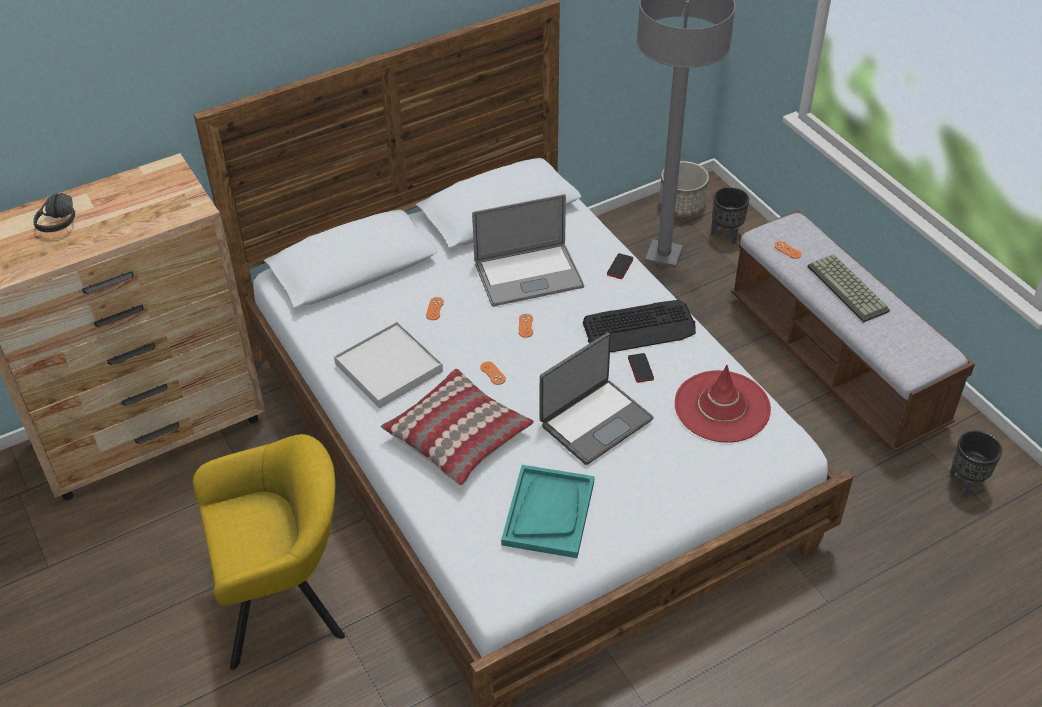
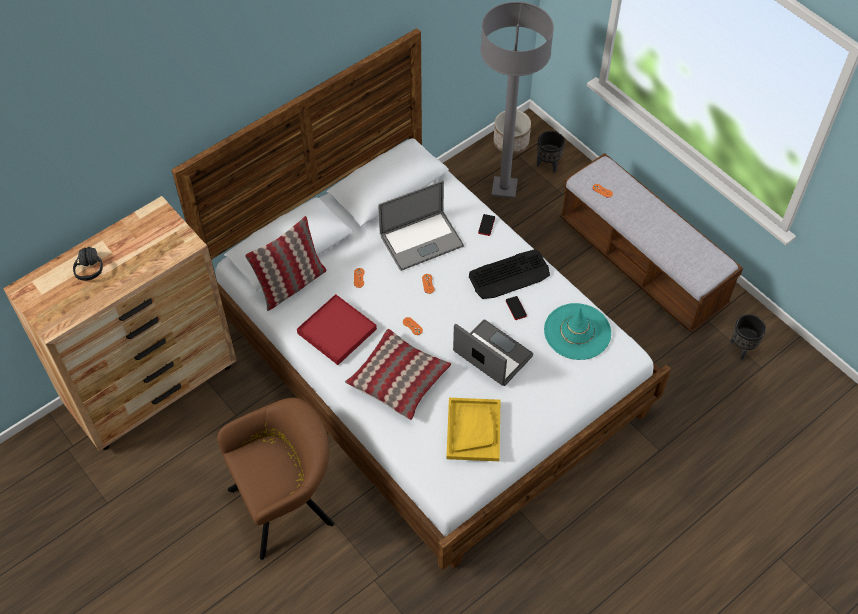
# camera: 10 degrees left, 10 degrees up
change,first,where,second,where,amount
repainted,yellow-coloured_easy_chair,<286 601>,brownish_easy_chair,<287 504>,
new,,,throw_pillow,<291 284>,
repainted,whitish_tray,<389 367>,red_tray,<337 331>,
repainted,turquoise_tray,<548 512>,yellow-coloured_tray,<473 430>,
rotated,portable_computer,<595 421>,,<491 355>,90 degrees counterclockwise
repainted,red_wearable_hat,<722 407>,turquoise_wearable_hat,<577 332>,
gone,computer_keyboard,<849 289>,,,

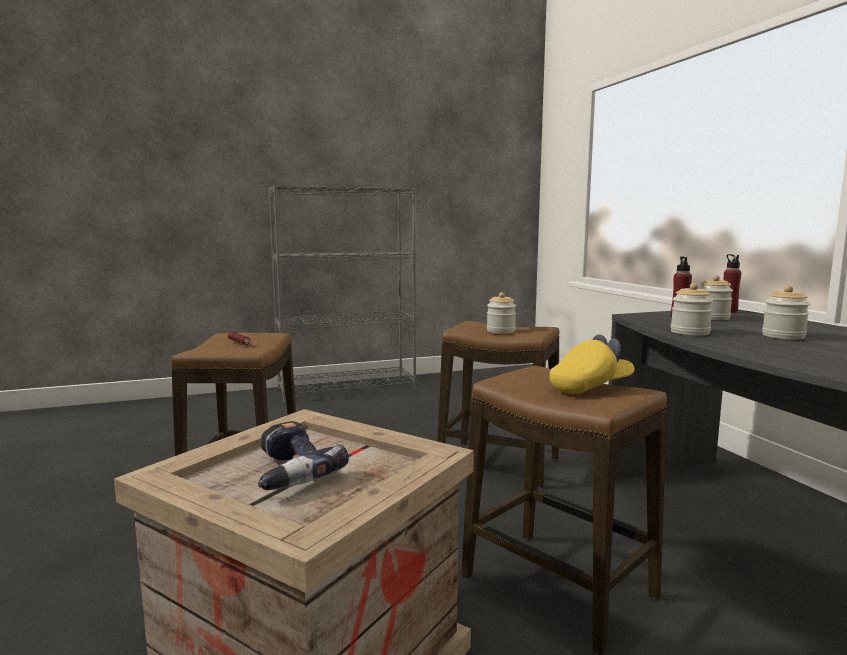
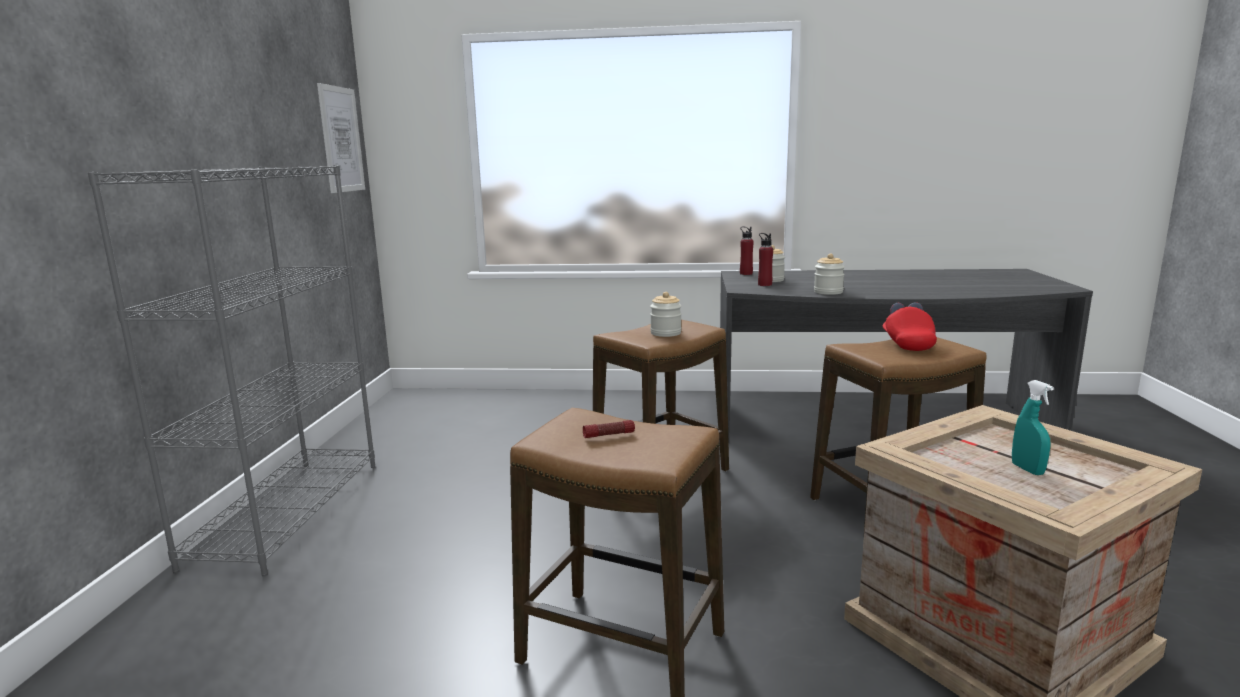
# camera: 65 degrees left, 5 degrees up
change,first,where,second,where,amount
new,,,picture,<341 139>,
repainted,yellow-coloured_peaked_cap,<590 387>,red_peaked_cap,<907 343>,
swapped,electric_drill,<288 473>,turquoise_sprayer,<1027 469>,
gone,storage_jar,<783 336>,,,

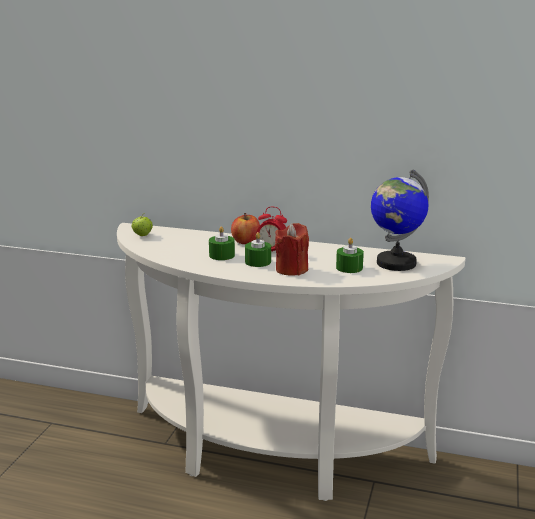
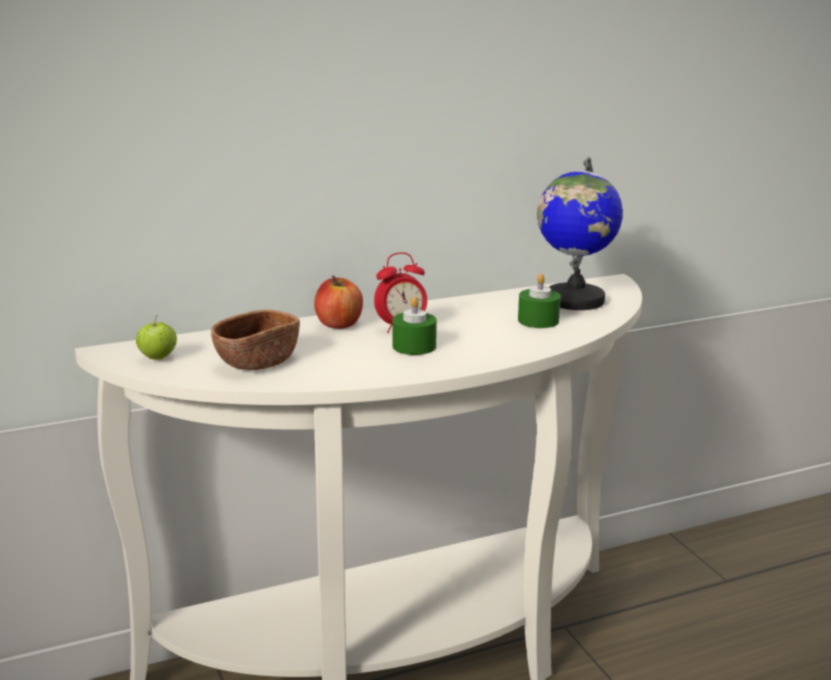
# camera: 40 degrees left, 0 degrees up
change,first,where,second,where,amount
new,,,brownish_deep_dish,<257 361>,
gone,greenish_wax_light,<222 255>,,,
gone,red_wax_light,<292 269>,,,

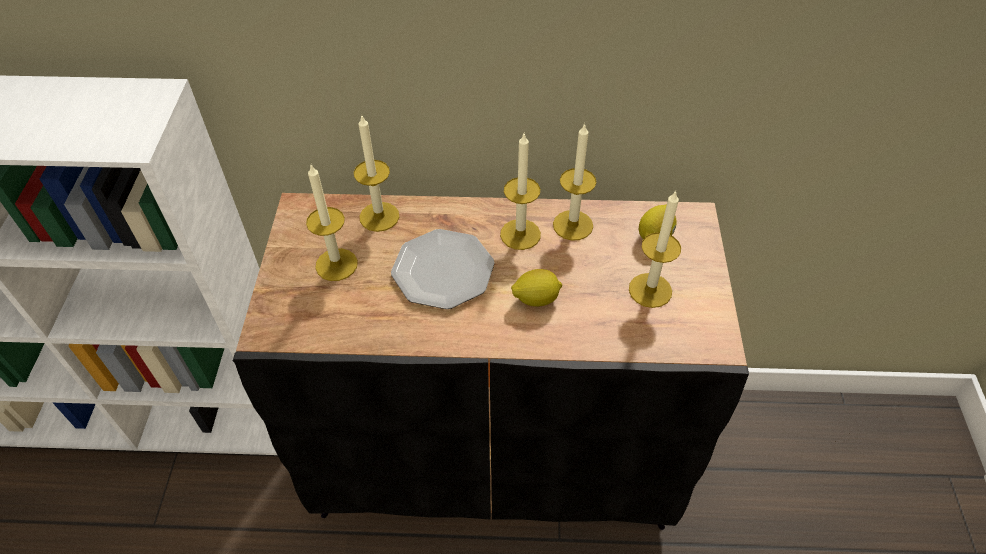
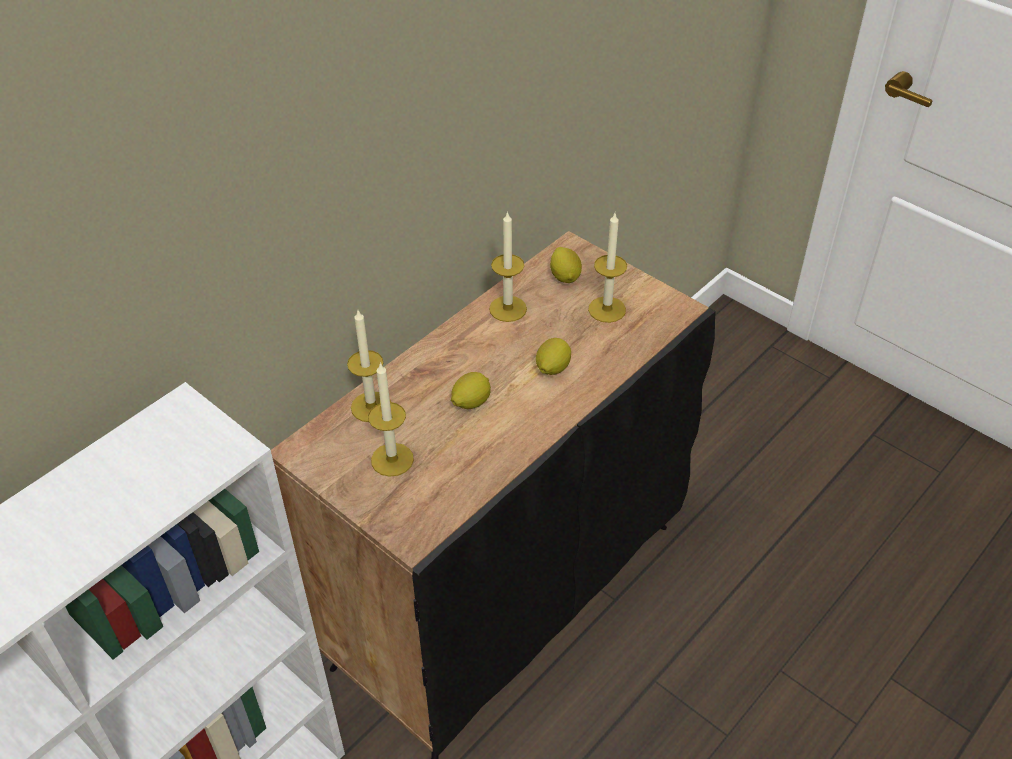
# camera: 50 degrees left, 5 degrees down
change,first,where,second,where,amount
swapped,flat_dish,<442 271>,whole_lemon,<470 403>,
gone,wax_light,<520 234>,,,

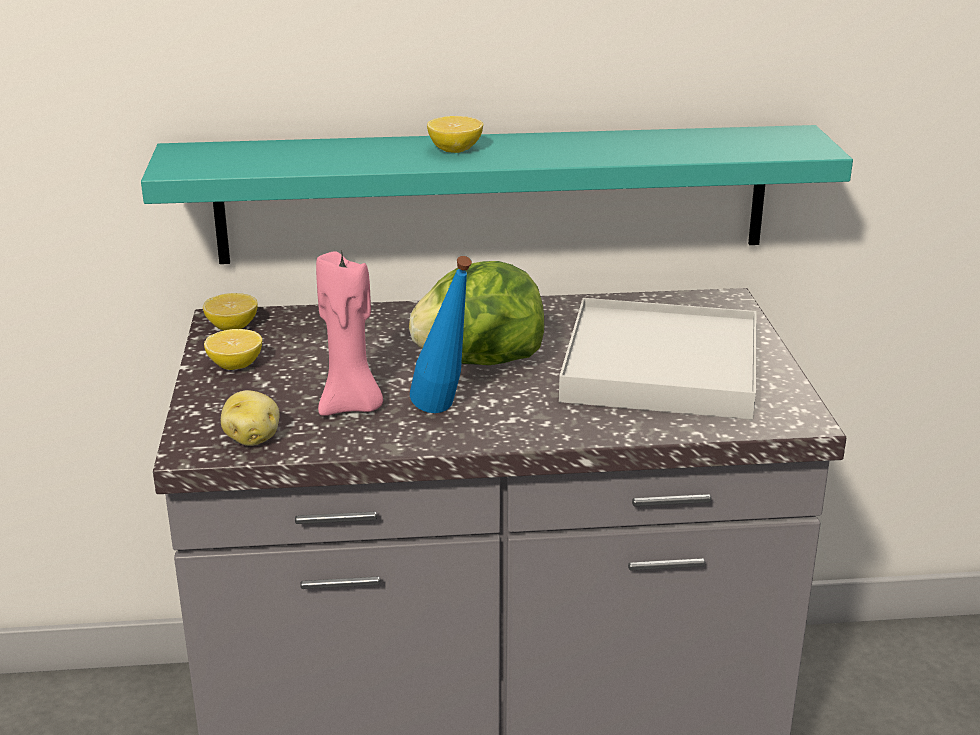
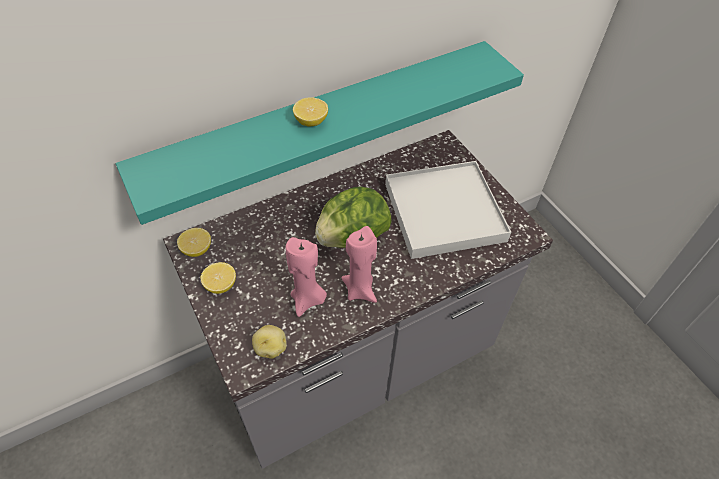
# camera: 25 degrees left, 25 degrees up
change,first,where,second,where,amount
swapped,bluish_drink_bottle,<444 414>,pinkish_wax_light,<360 289>,

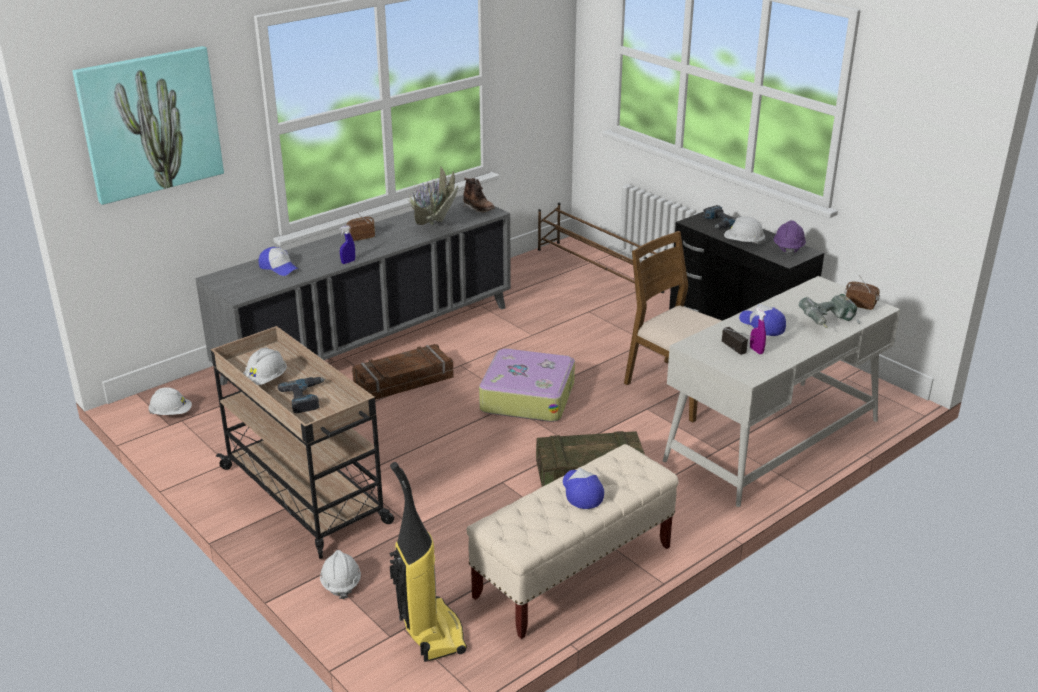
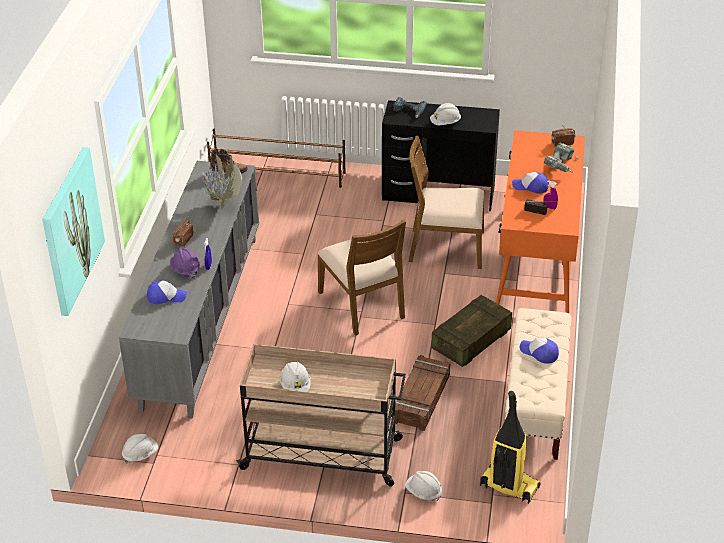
# camera: 40 degrees left, 10 degrees up
change,first,where,second,where,amount
shifted,purple_hard_hat,<788 248>,,<185 269>,
swapped,travel_case,<527 396>,brownish_plain_chair,<363 304>,
shifted,packing_crate,<404 381>,,<422 399>,
repainted,whitish_desk_unit,<772 440>,orange_desk_unit,<537 257>,
gone,electric_drill,<306 398>,,,

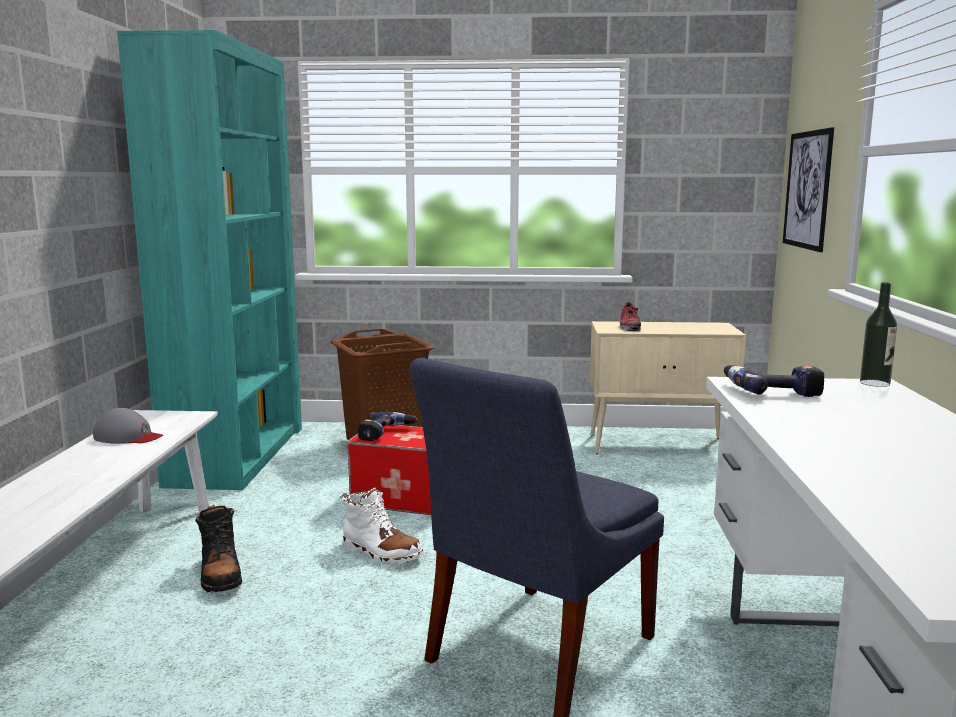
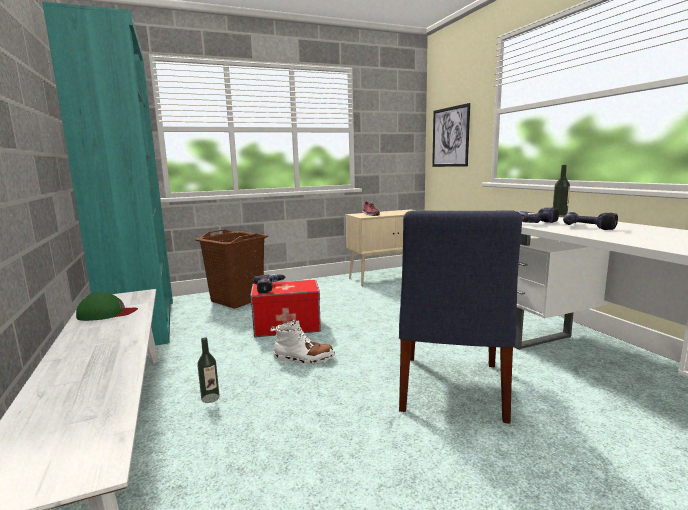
# camera: 25 degrees left, 0 degrees up
change,first,where,second,where,amount
repainted,gray_peaked_cap,<128 437>,greenish_peaked_cap,<106 313>,
swapped,black-coloured_tall_boot,<220 575>,drink_bottle,<210 398>,
new,,,electric_drill,<589 226>,

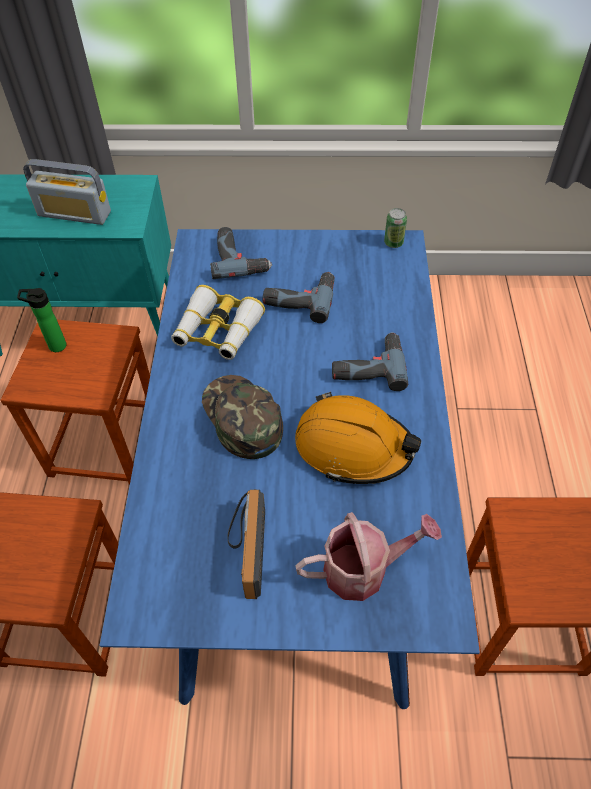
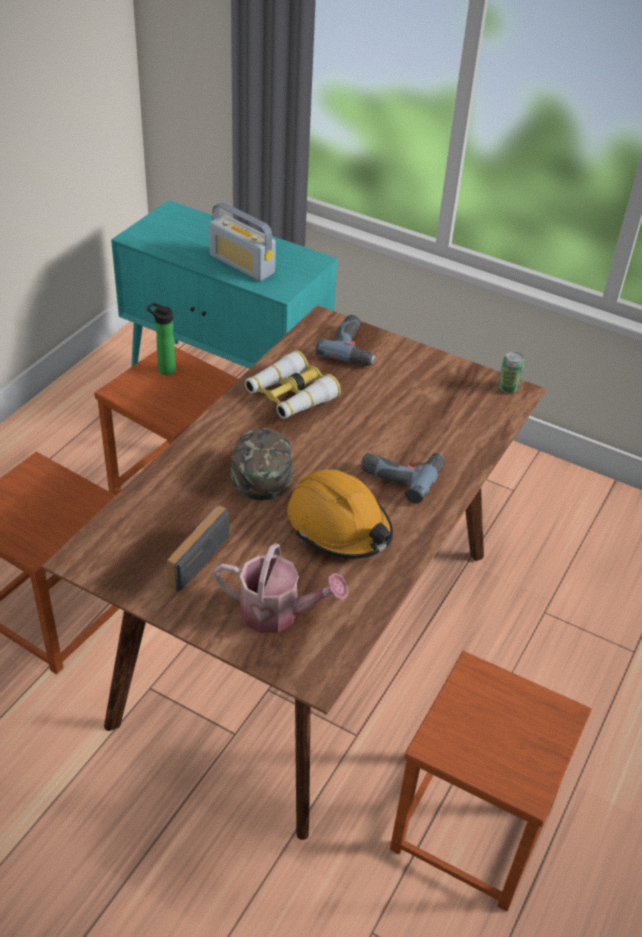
# camera: 25 degrees right, 10 degrees down
change,first,where,second,where,amount
repainted,bluish_dining_table,<300 520>,brownish_dining_table,<311 636>,
gone,electric_drill,<299 298>,,,

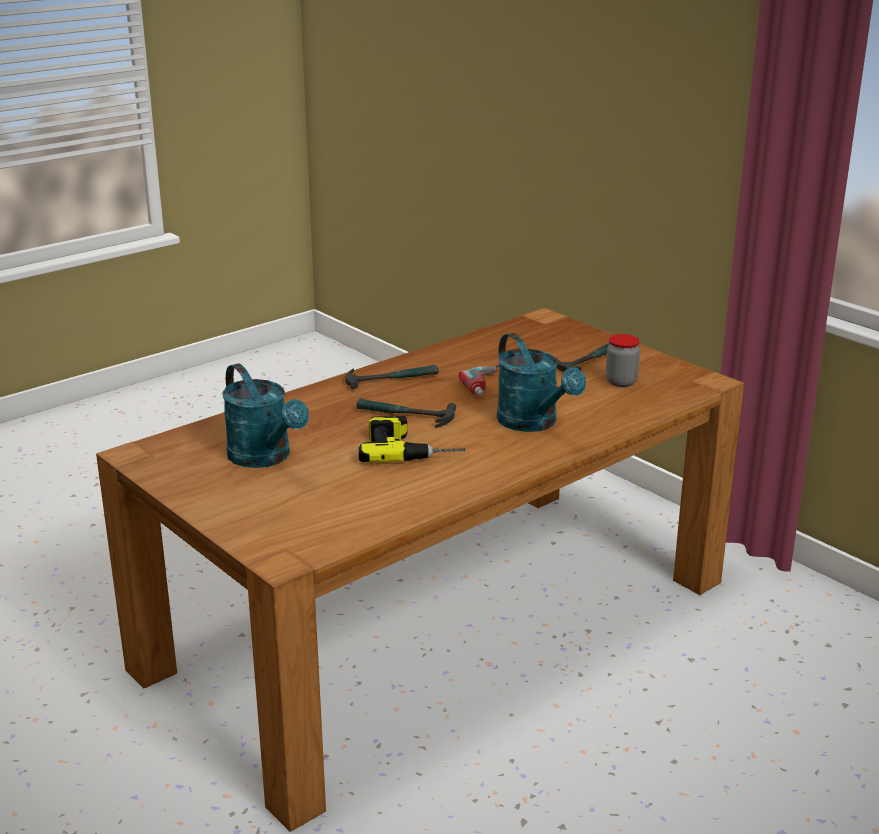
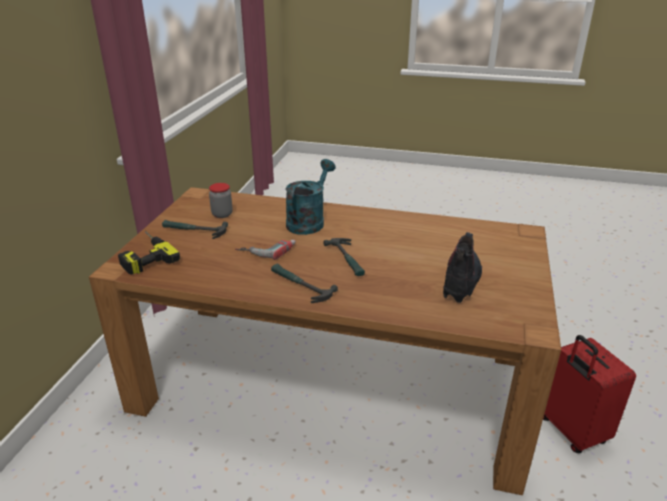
# camera: 125 degrees left, 5 degrees up
change,first,where,second,where,amount
shifted,electric_drill,<411 448>,,<144 256>,
swapped,turquoise_watering_pot,<265 458>,tall_boot,<461 280>,
new,,,red_travel_case,<571 431>,

